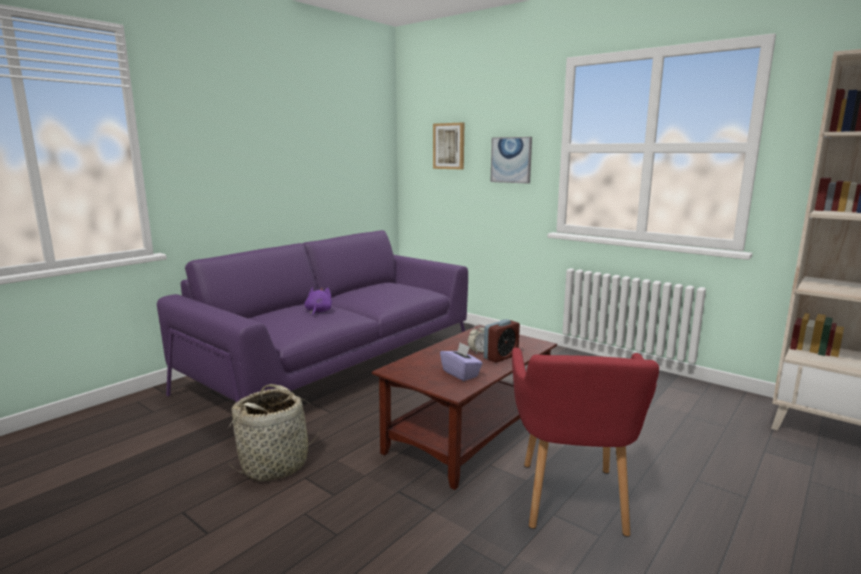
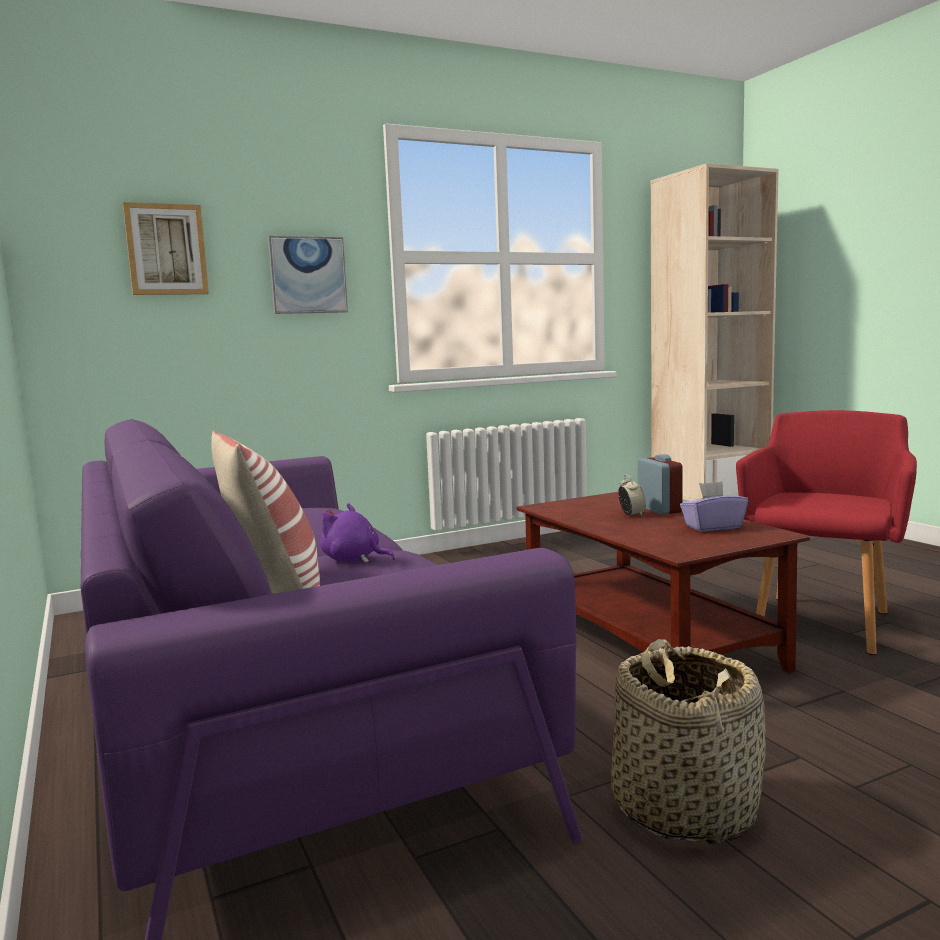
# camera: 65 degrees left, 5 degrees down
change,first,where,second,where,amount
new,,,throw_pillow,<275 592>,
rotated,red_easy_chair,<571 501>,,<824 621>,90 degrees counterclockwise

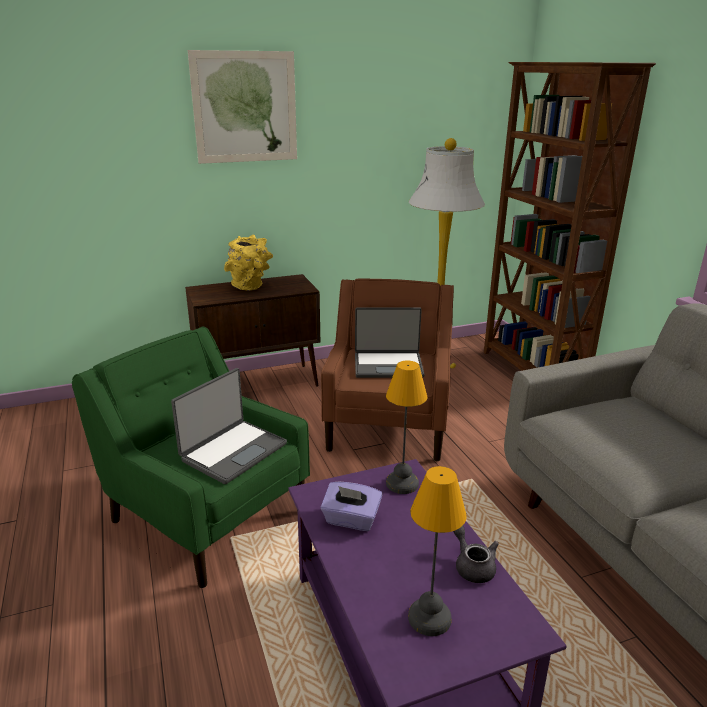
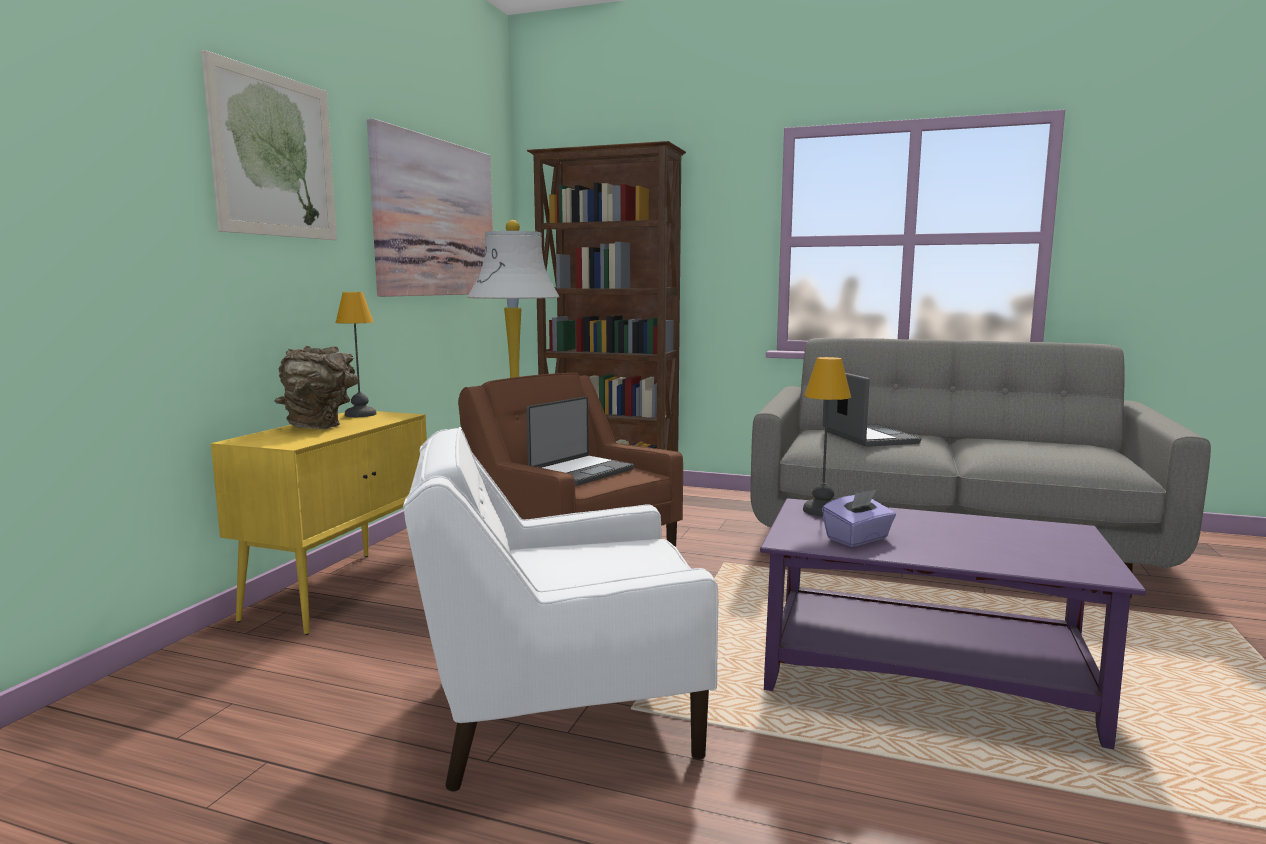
# camera: 50 degrees left, 15 degrees down
change,first,where,second,where,amount
repainted,brownish_cupboard,<259 384>,yellow-coloured_cupboard,<341 589>,
repainted,yellow-coloured_decorative_vase,<250 287>,brownish_decorative_vase,<321 426>,
shifted,table_lamp,<430 619>,,<361 414>,
new,,,picture,<436 218>,
repainted,greenish_easy_chair,<207 514>,whitish_easy_chair,<558 710>,
shifted,portable_computer,<233 451>,,<867 437>,
gone,gray_pot_for_tea,<472 565>,,,

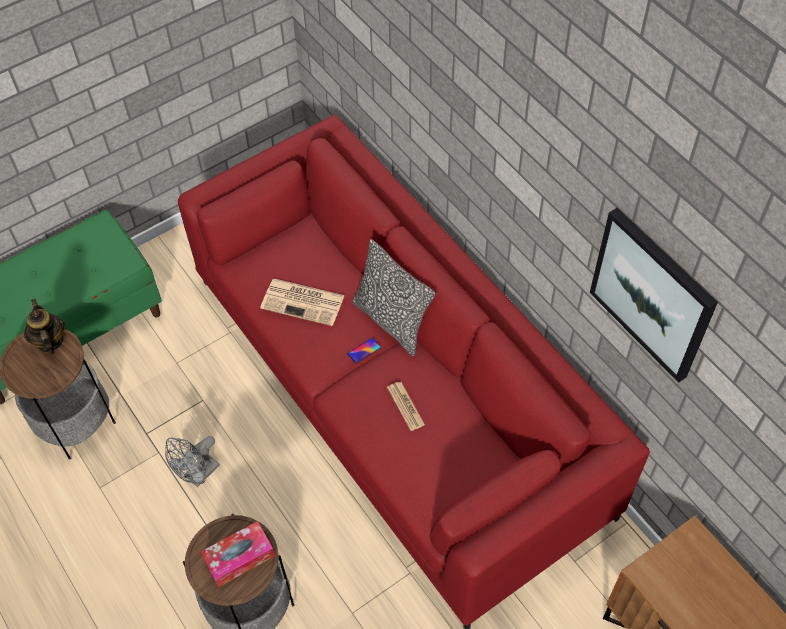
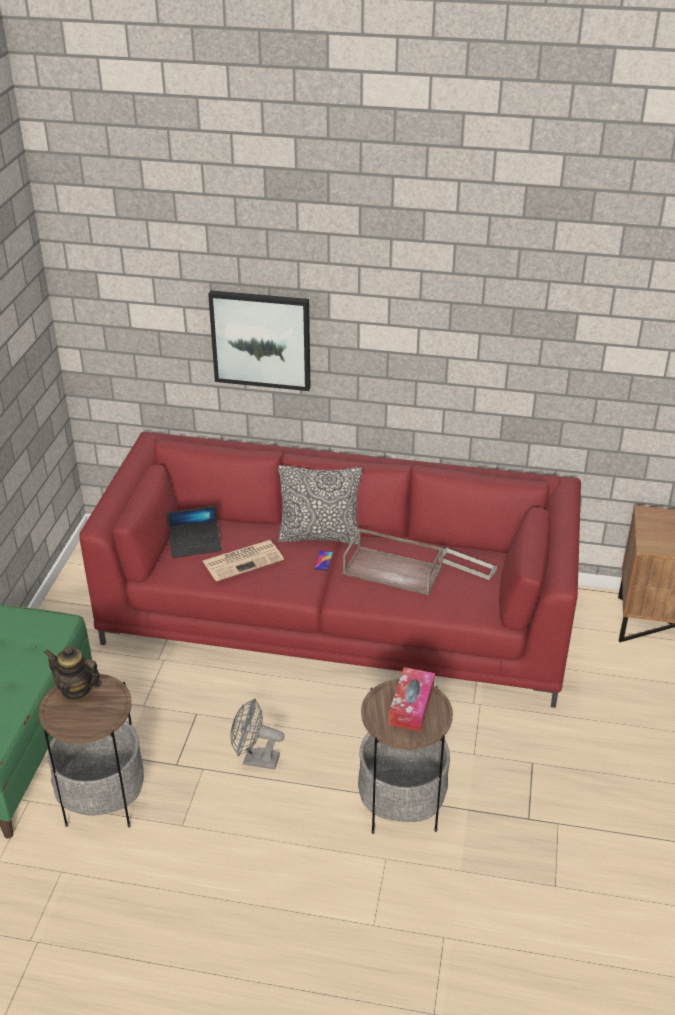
# camera: 45 degrees left, 20 degrees down
change,first,where,second,where,amount
new,,,portable_computer,<195 545>,
shifted,picture,<652 294>,,<261 339>,
rotated,gray_electric_fan,<198 475>,,<255 759>,105 degrees clockwise
swapped,printed_paper,<405 406>,brownish_tray,<394 570>,
new,,,gray_tray,<467 565>,

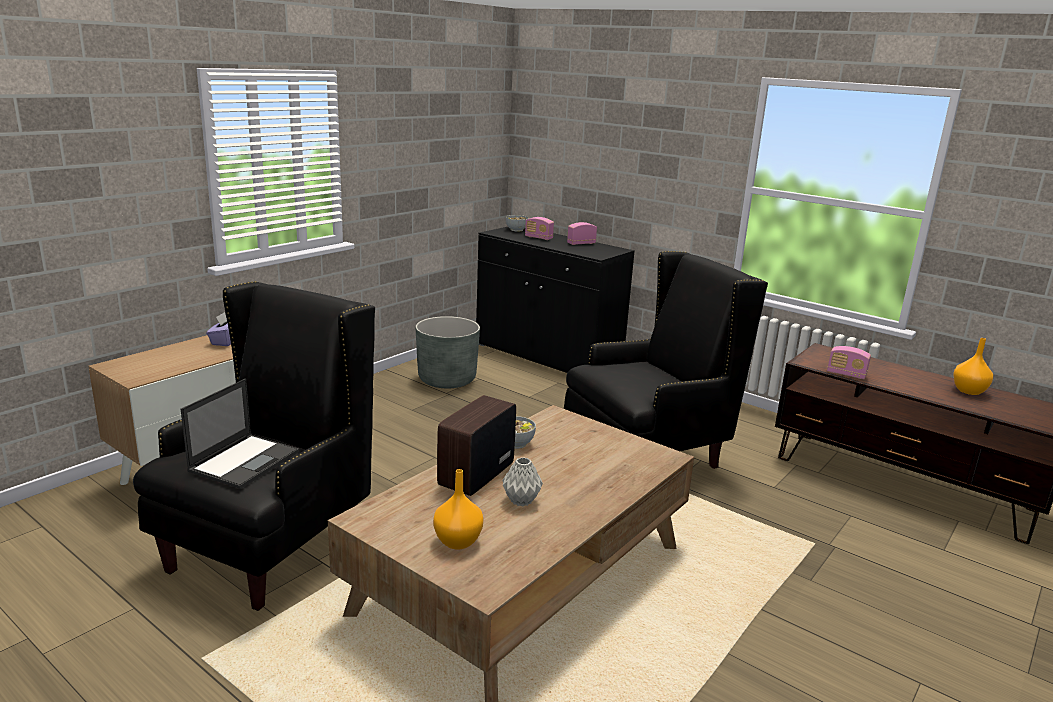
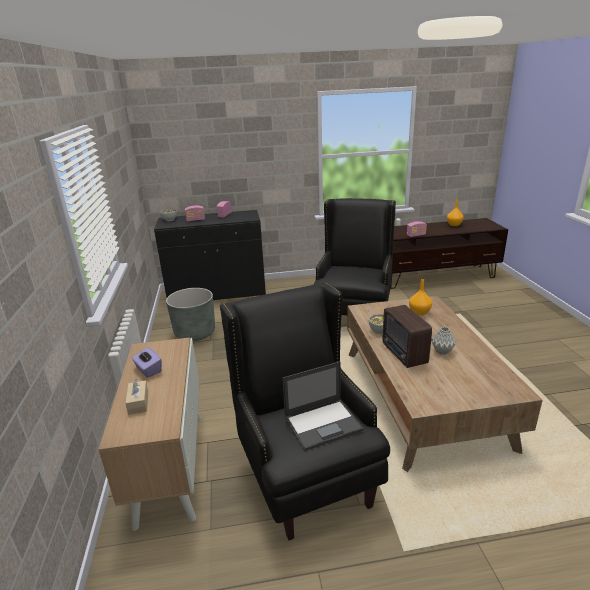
# camera: 45 degrees left, 5 degrees up
change,first,where,second,where,amount
new,,,beige_tissue_box,<138 402>,
rotated,portable_computer,<245 461>,,<323 423>,90 degrees clockwise
shifted,orange_decorative_vase,<457 542>,,<419 313>,

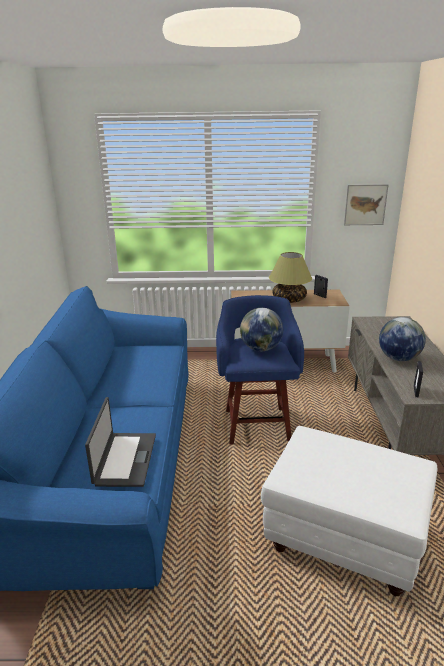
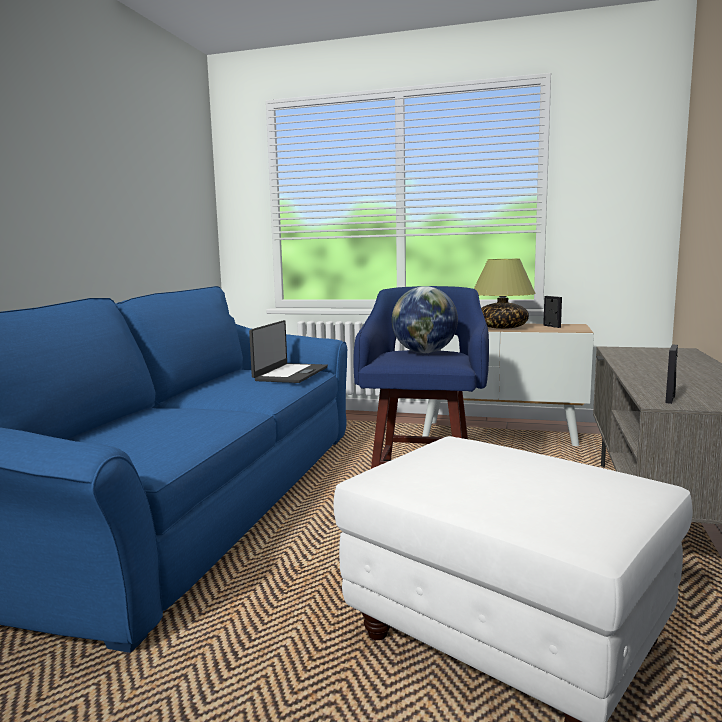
# camera: 15 degrees right, 15 degrees down
change,first,where,second,where,amount
shifted,portable_computer,<124 459>,,<290 374>,
gone,picture,<365 204>,,,
gone,globe,<398 358>,,,

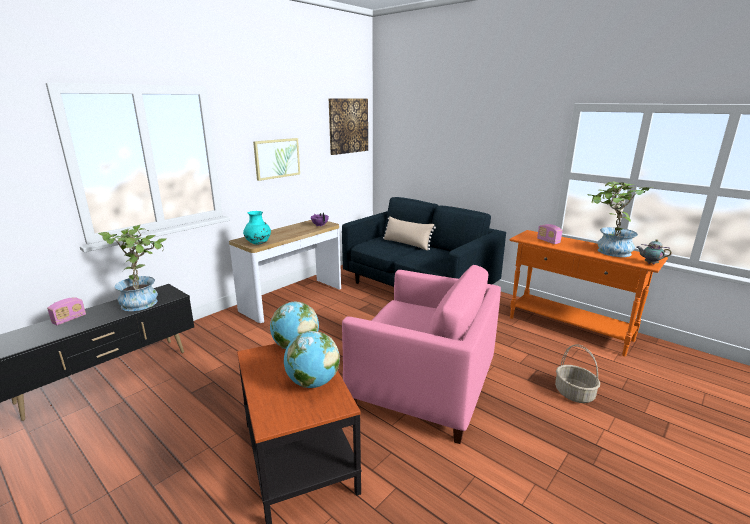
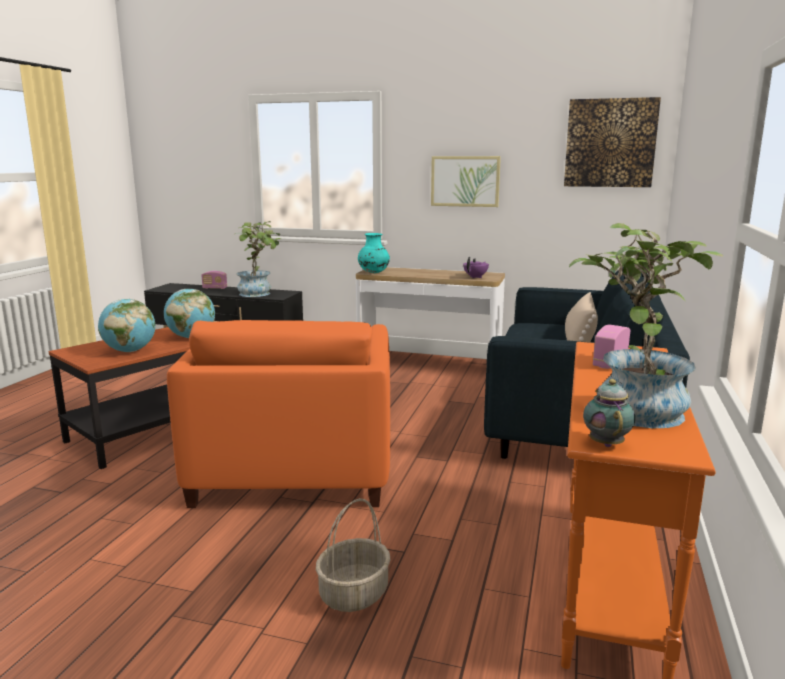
# camera: 65 degrees right, 5 degrees down
change,first,where,second,where,amount
repainted,pinkish_easy_chair,<423 385>,orange_easy_chair,<295 469>,

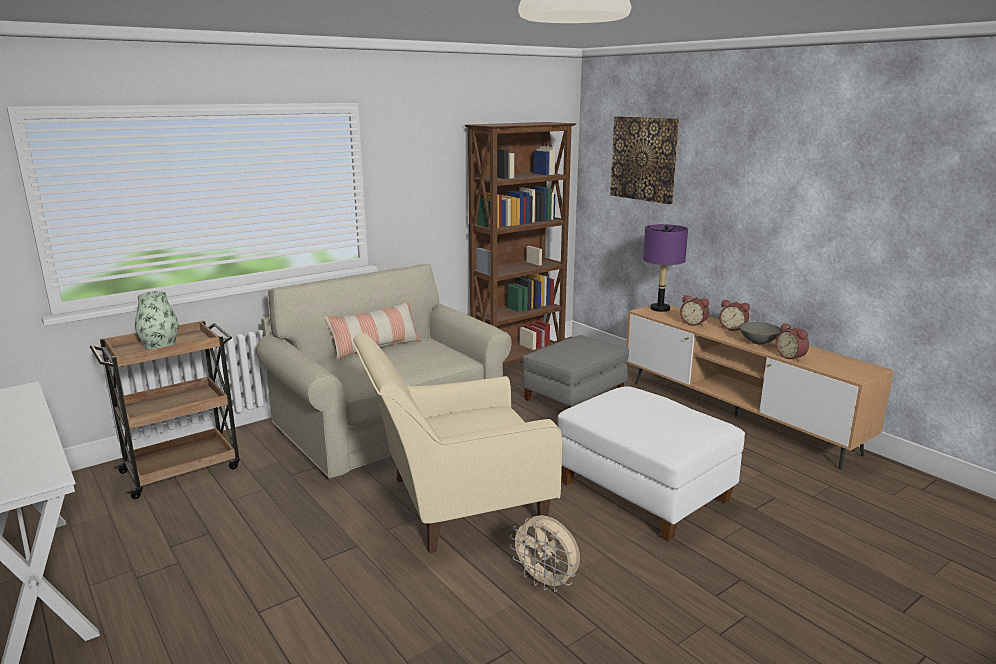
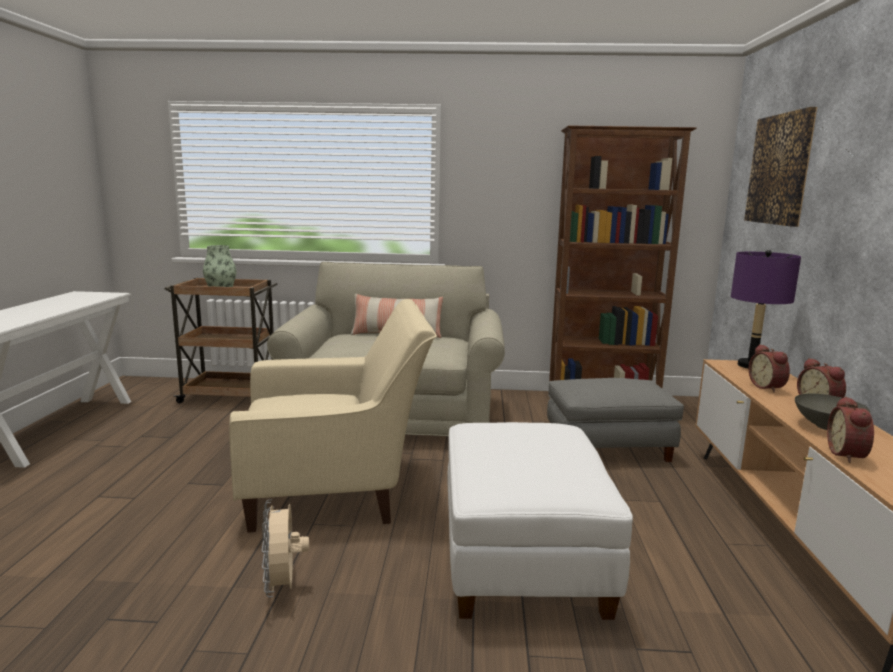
# camera: 40 degrees right, 5 degrees down
change,first,where,second,where,amount
rotated,beige_easy_chair,<455 504>,,<337 488>,150 degrees clockwise

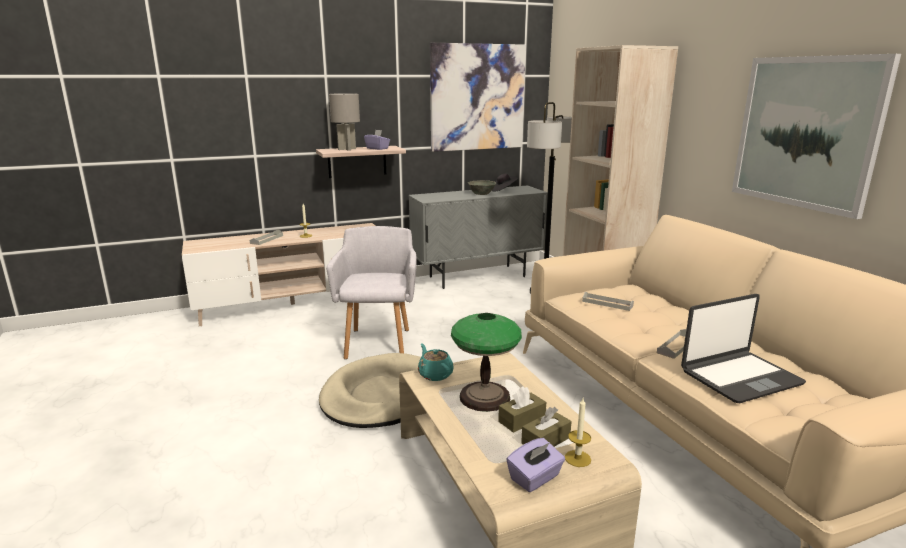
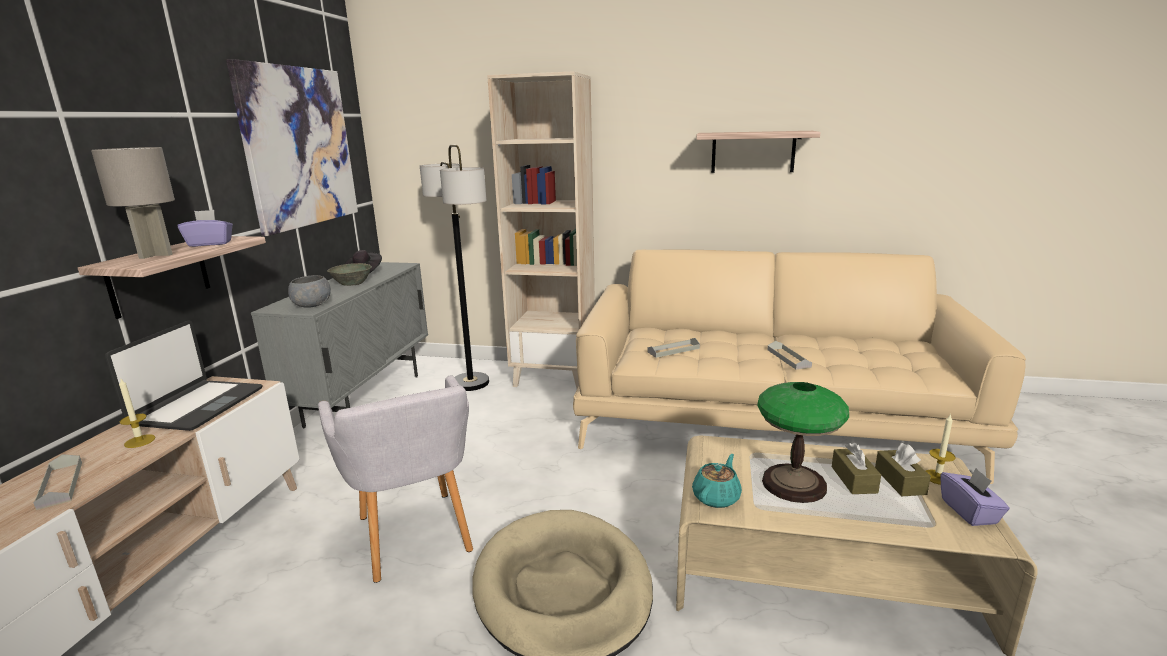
# camera: 55 degrees left, 0 degrees up
change,first,where,second,where,amount
shifted,portable_computer,<739 377>,,<197 406>,
new,,,gray_deep_dish,<311 305>,
rotated,gray_easy_chair,<379 341>,,<414 538>,150 degrees counterclockwise
rotated,turquoise_pot_for_tea,<435 374>,,<716 497>,120 degrees clockwise
swapped,picture,<806 132>,shelf,<753 152>,

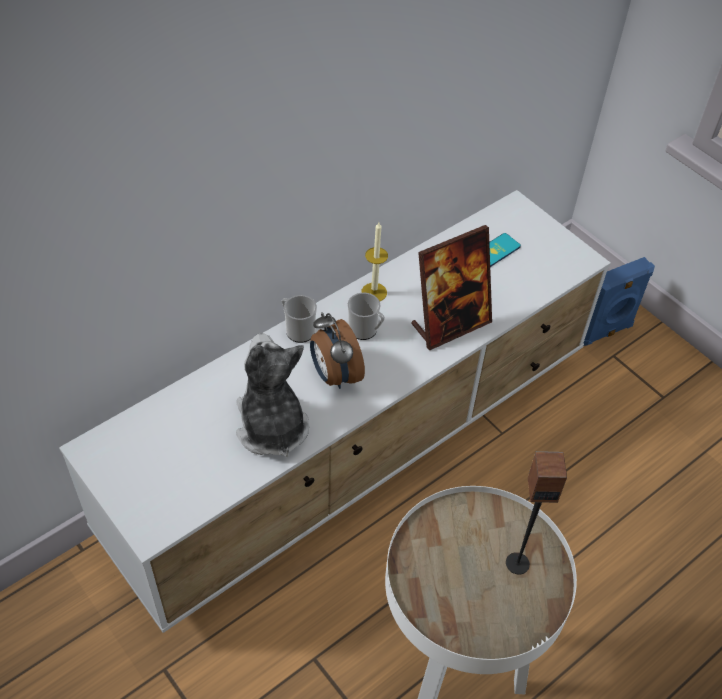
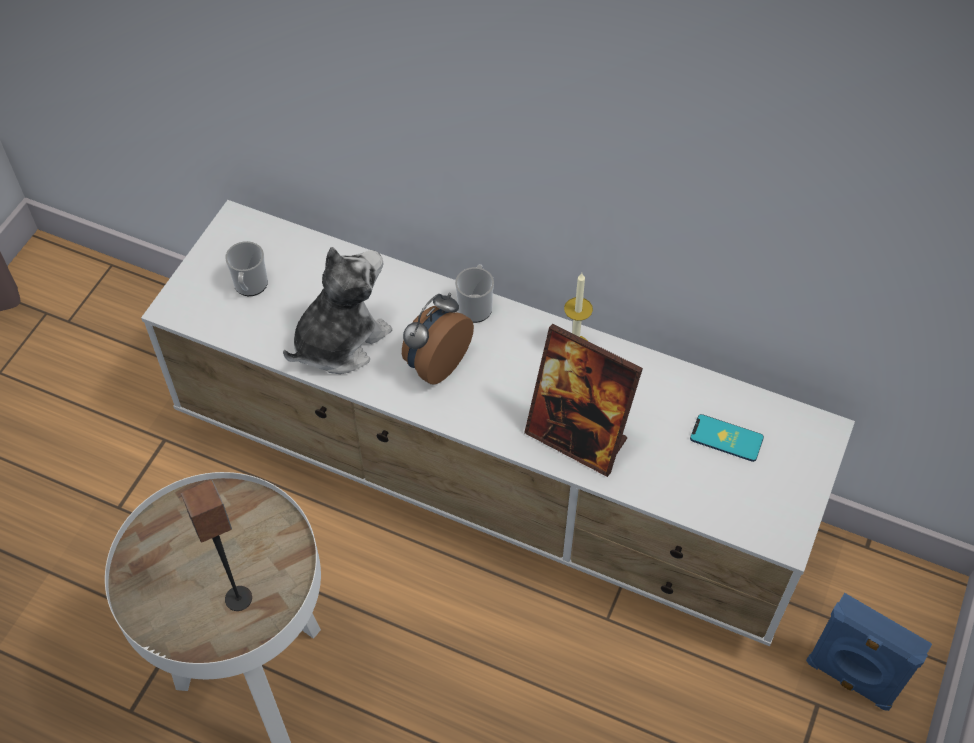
# camera: 65 degrees right, 5 degrees up
change,first,where,second,where,amount
shifted,coffee_mug,<365 330>,,<250 286>,

